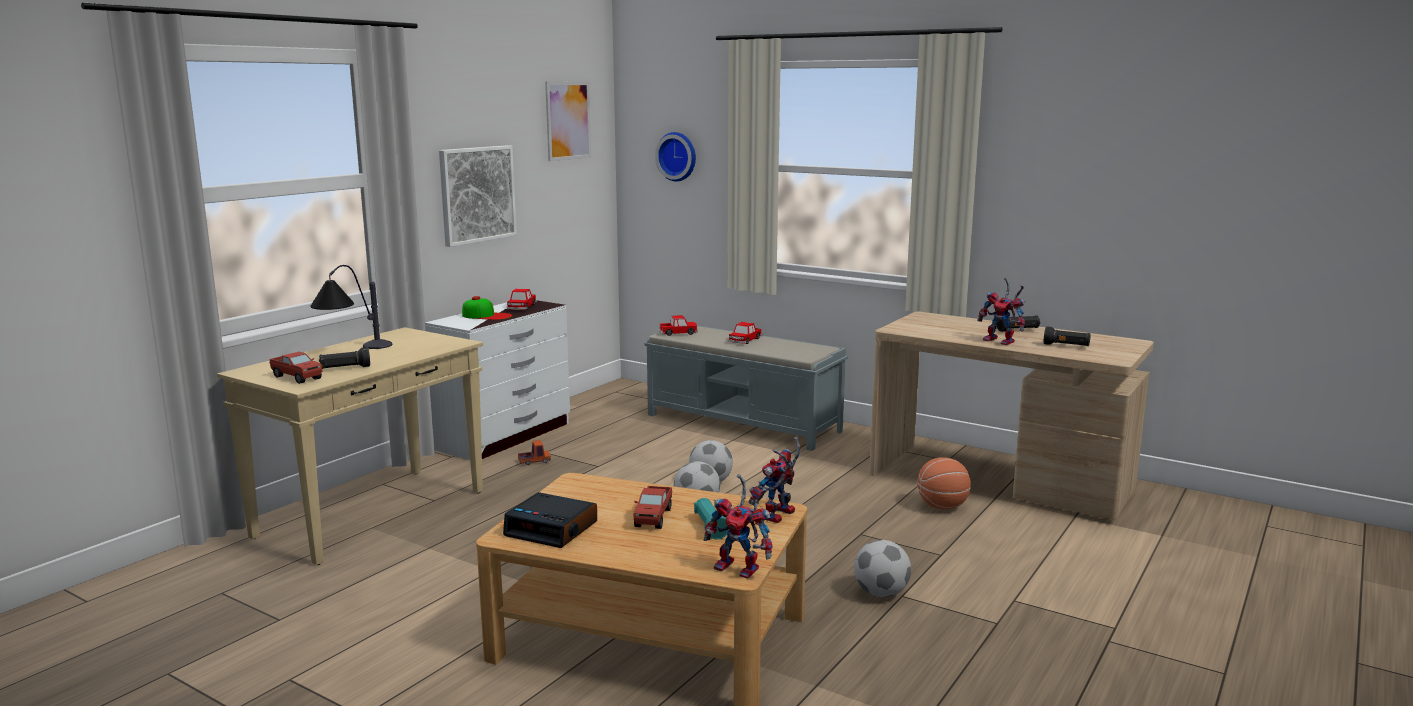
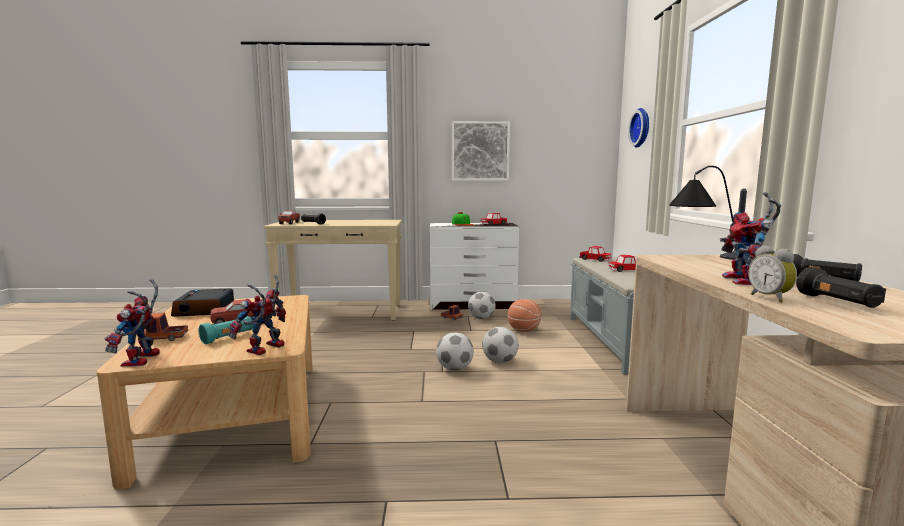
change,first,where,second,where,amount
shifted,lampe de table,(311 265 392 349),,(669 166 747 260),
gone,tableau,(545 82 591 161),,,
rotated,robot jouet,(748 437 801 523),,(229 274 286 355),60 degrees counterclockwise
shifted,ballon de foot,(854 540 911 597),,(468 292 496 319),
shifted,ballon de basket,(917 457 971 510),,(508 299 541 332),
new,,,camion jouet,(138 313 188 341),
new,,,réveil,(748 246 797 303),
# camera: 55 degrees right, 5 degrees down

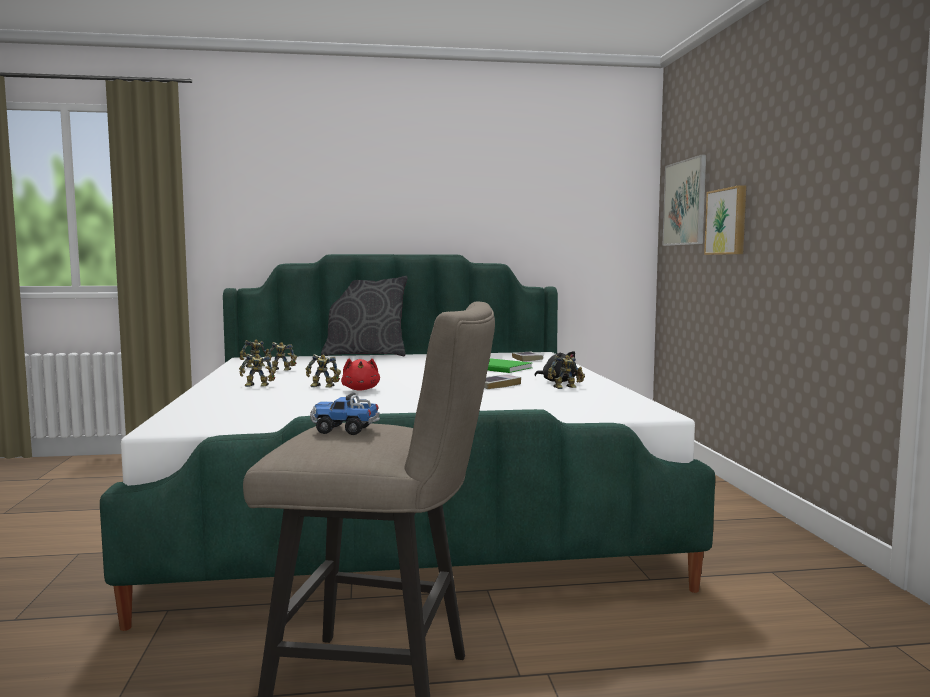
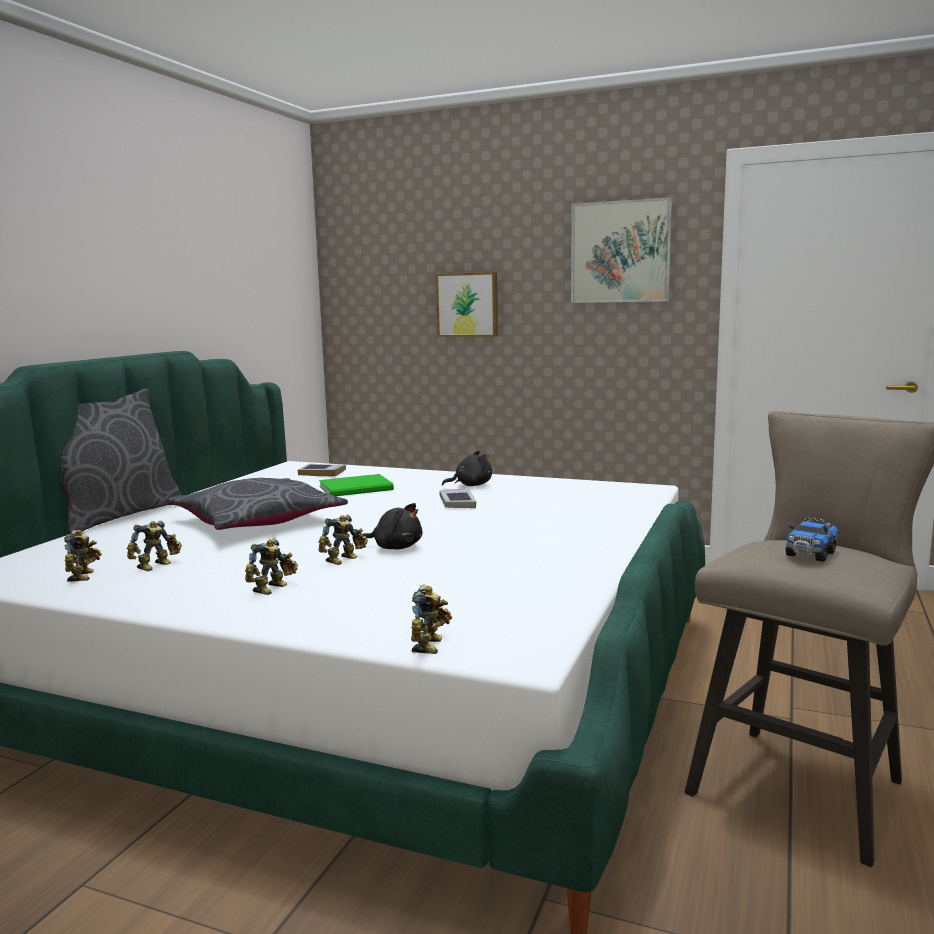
change,first,where,second,where,amount
repainted,peluche [rouge],(341 358 380 390),peluche [noir],(362 503 422 549),
shifted,robot jouet,(548 355 585 389),,(411 584 452 654),
shifted,tableau,(662 155 706 246),,(571 197 672 303),
new,,,coussin [gris],(167 478 348 530),
# camera: 60 degrees left, 5 degrees up

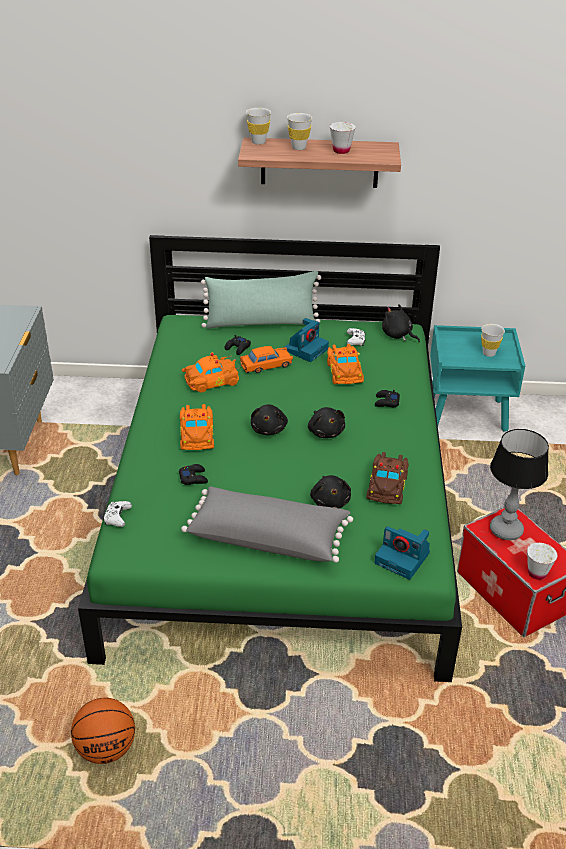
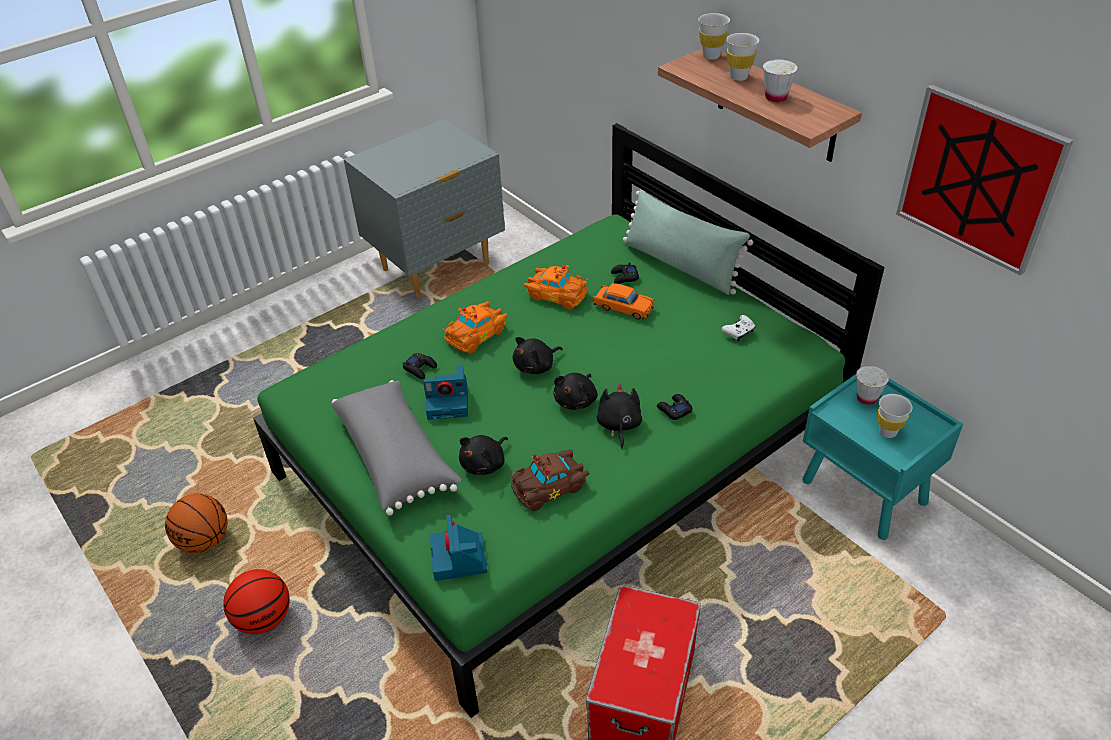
change,first,where,second,where,amount
gone,manette [blanc],(103 501 132 527),,,
shifted,appareil photo,(285 318 329 362),,(423 365 468 420),
gone,petite voiture [orange],(327 344 364 384),,,
shifted,peluche [noir],(382 304 420 342),,(597 384 642 449),
gone,lampe de table,(490 429 549 540),,,
shifted,tasse [blanc],(527 543 557 580),,(856 366 889 405),
new,,,ballon de basket,(223 569 290 634),
new,,,tableau,(896 85 1073 276),
# camera: 50 degrees right, 5 degrees up

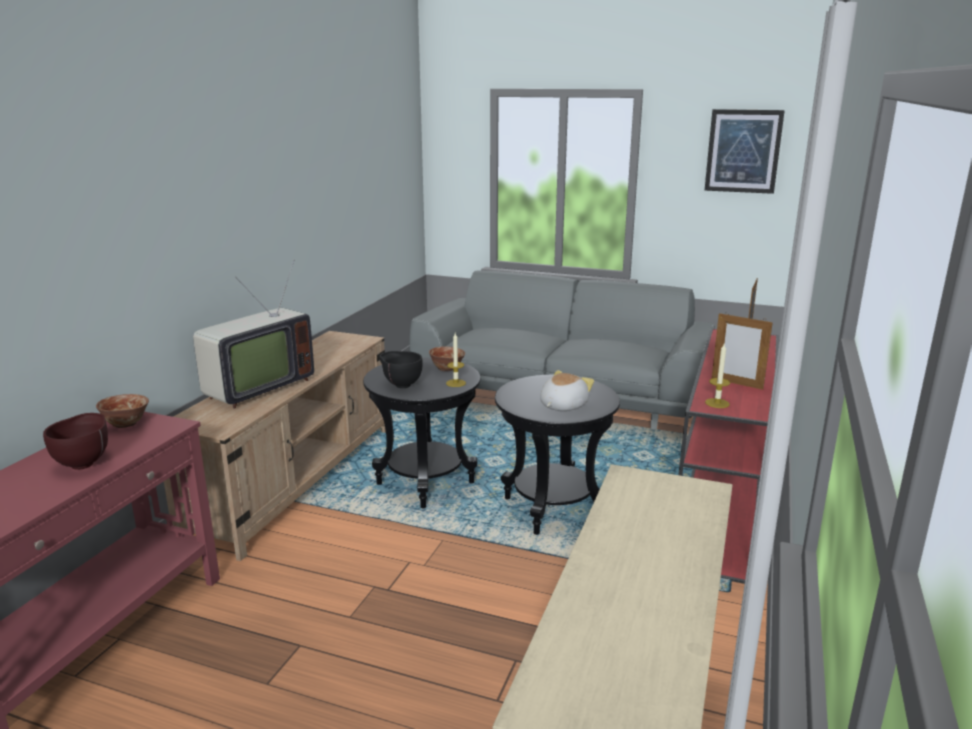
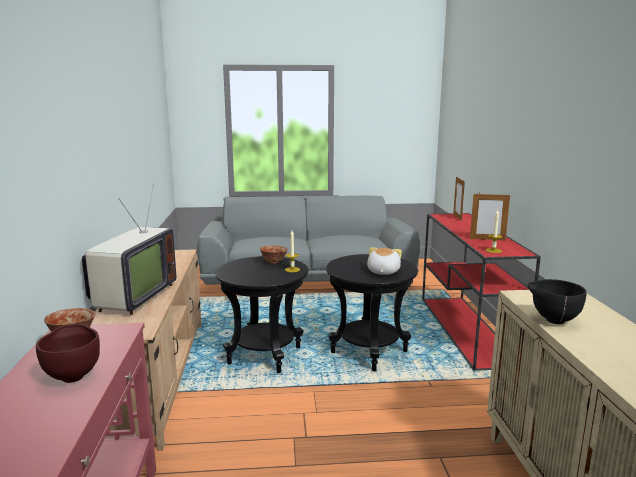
change,first,where,second,where,amount
shifted,bol [noir],(379 351 423 388),,(528 279 586 324),
gone,tableau,(704 109 785 194),,,
# camera: 25 degrees left, 5 degrees down

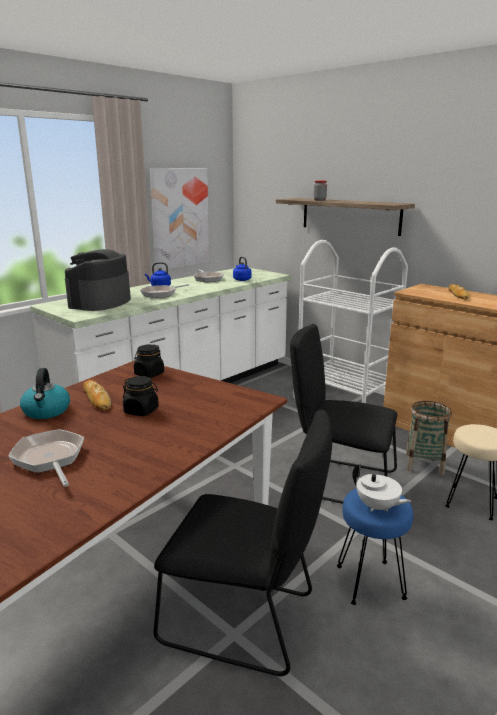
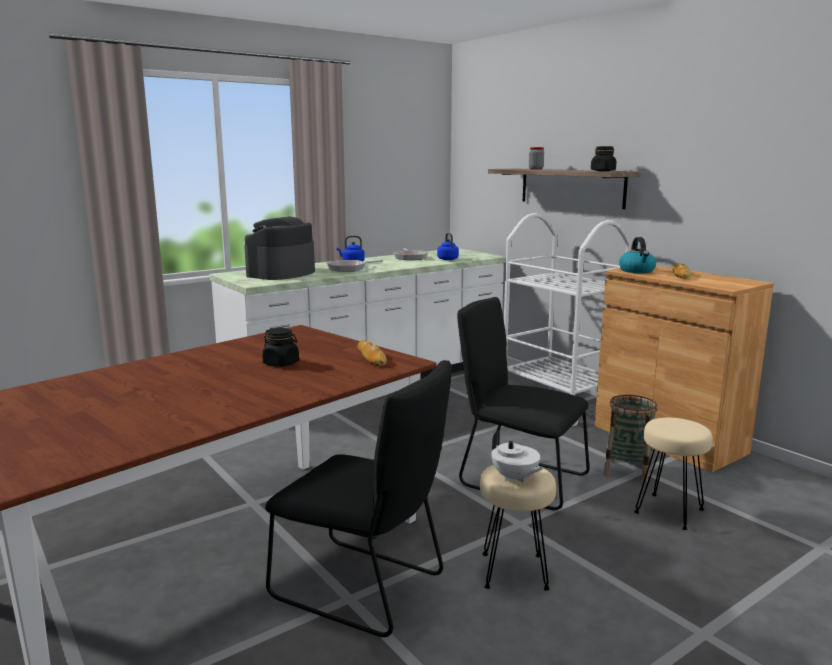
change,first,where,second,where,amount
gone,poêle,(8 429 84 487),,,
shifted,bouilloire,(20 368 70 419),,(619 237 656 273),
shifted,pain,(83 380 111 410),,(357 340 387 366),
shifted,bocal [noir],(134 345 164 378),,(591 146 616 171),
gone,tableau,(150 168 210 271),,,
repainted,tabouret [bleu],(337 488 413 605),tabouret [beige],(480 465 556 591),
# camera: 10 degrees right, 5 degrees down

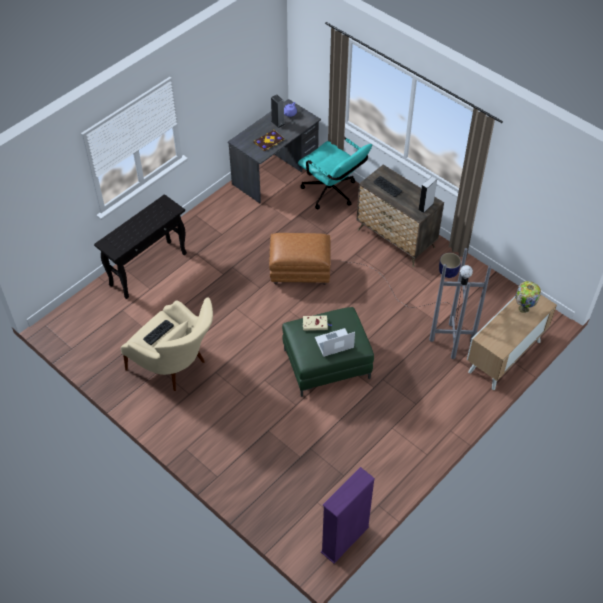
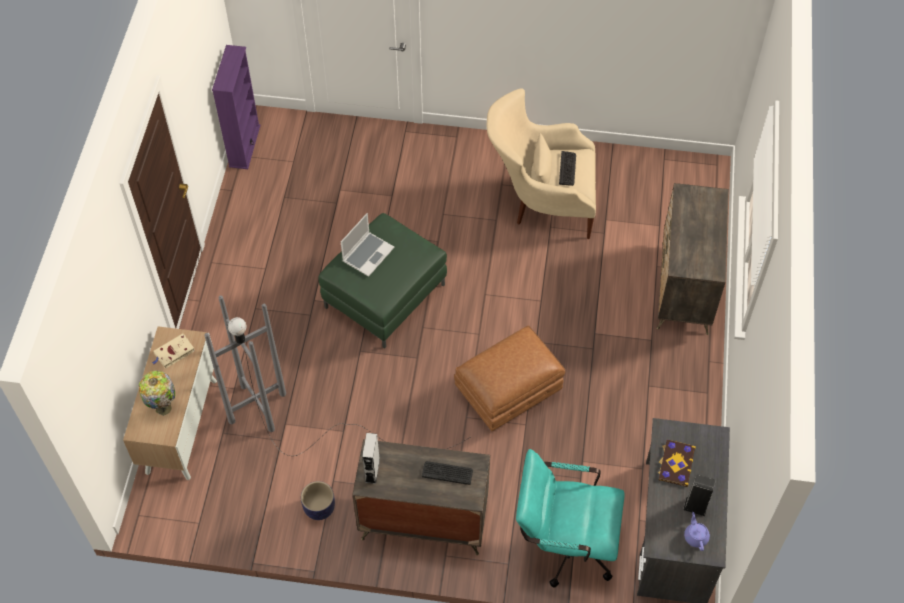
change,first,where,second,where,amount
swapped,table console [noir],(94 194 187 299),commode,(657 183 729 335),
shifted,livre [beige],(303 315 332 331),,(152 334 195 369),
# camera: 145 degrees right, 5 degrees up

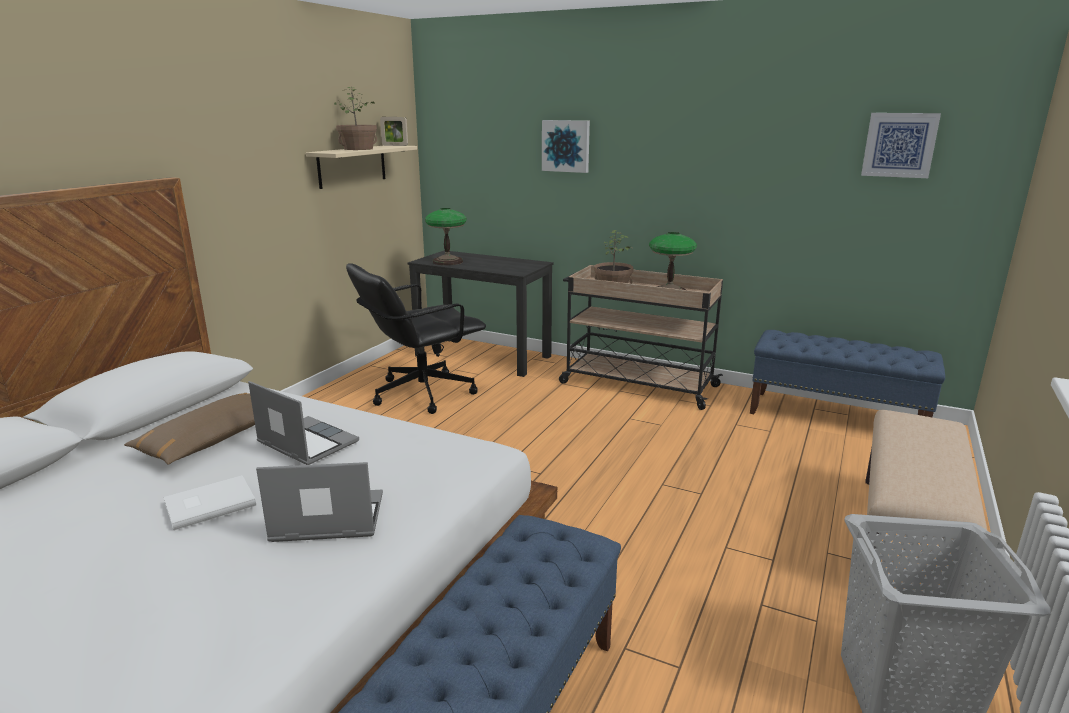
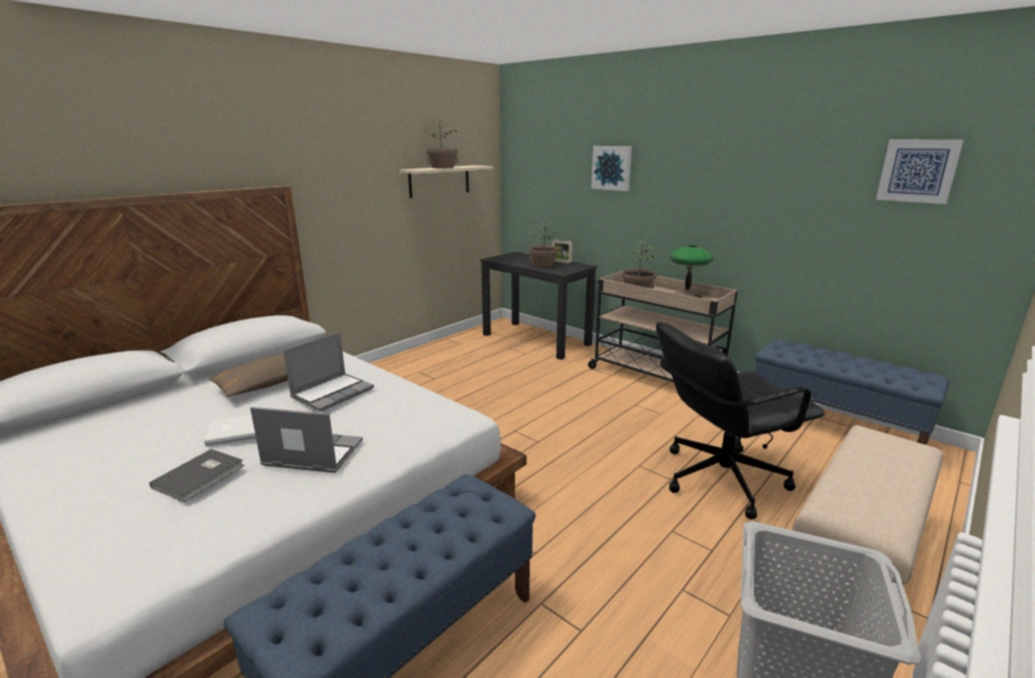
change,first,where,second,where,amount
rotated,ordinateur portable,(248 381 359 465),,(283 332 374 411),75 degrees clockwise
shifted,chaise de bureau [noir],(346 263 486 414),,(656 322 825 520),
shifted,cadre photo,(380 117 408 146),,(552 240 573 263),
gone,lampe de table,(425 208 467 265),,,
new,,,livre [gris],(150 449 244 502),
new,,,plante en pot,(529 221 559 267),
# camera: 15 degrees right, 0 degrees up

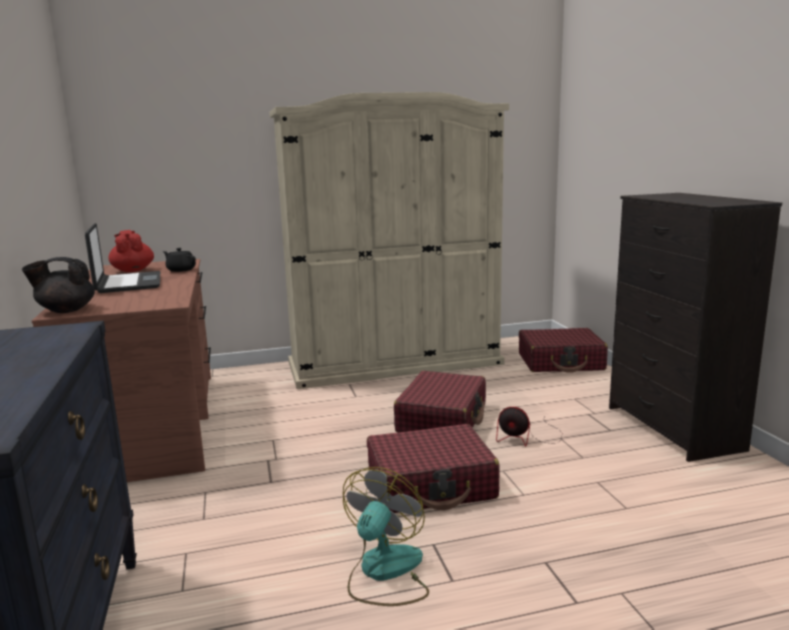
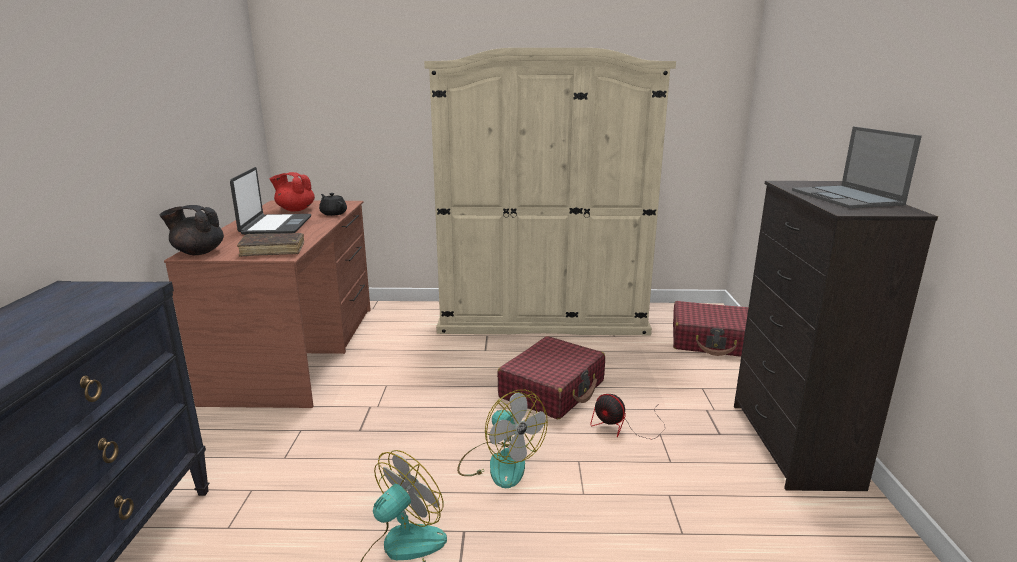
change,first,where,second,where,amount
rotated,théière [rouge],(108 230 154 272),,(269 172 315 212),60 degrees counterclockwise
swapped,valise [rouge],(367 424 499 513),ventilateur,(457 390 548 488),
new,,,livre [marron],(237 233 304 257),
new,,,ordinateur portable,(792 127 922 208),
# camera: 15 degrees right, 5 degrees up

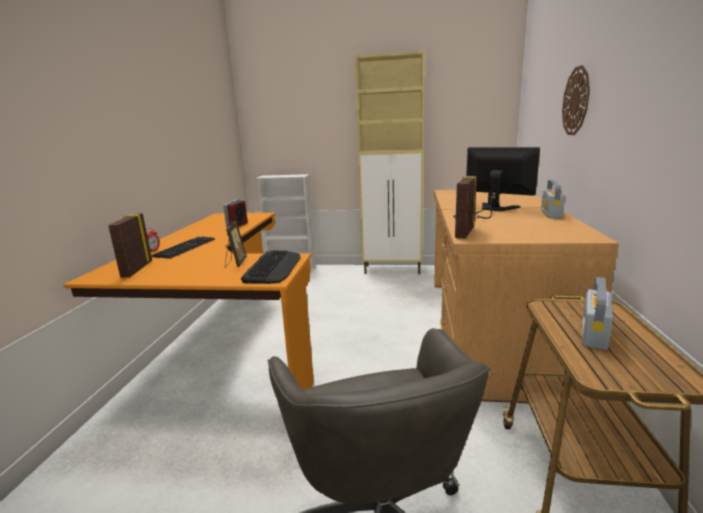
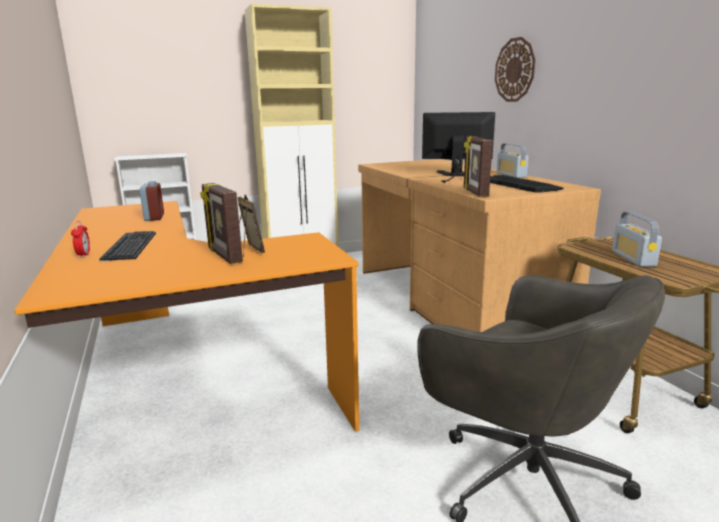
change,first,where,second,where,amount
shifted,cadre photo,(108 213 152 278),,(200 183 243 264),
shifted,clavier,(241 250 301 284),,(490 175 564 192),
# camera: 30 degrees left, 0 degrees up

